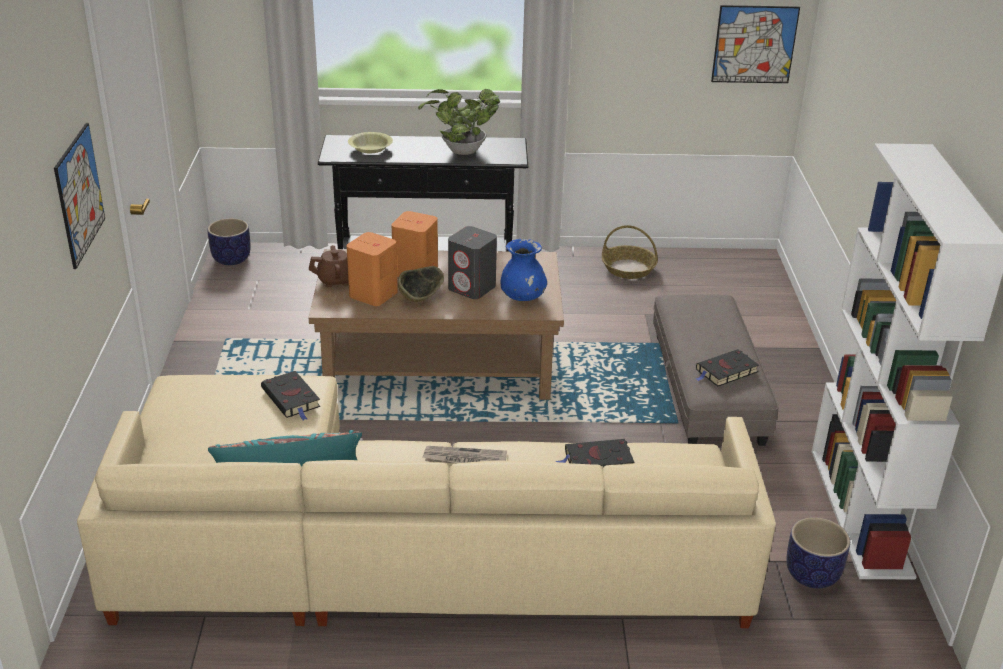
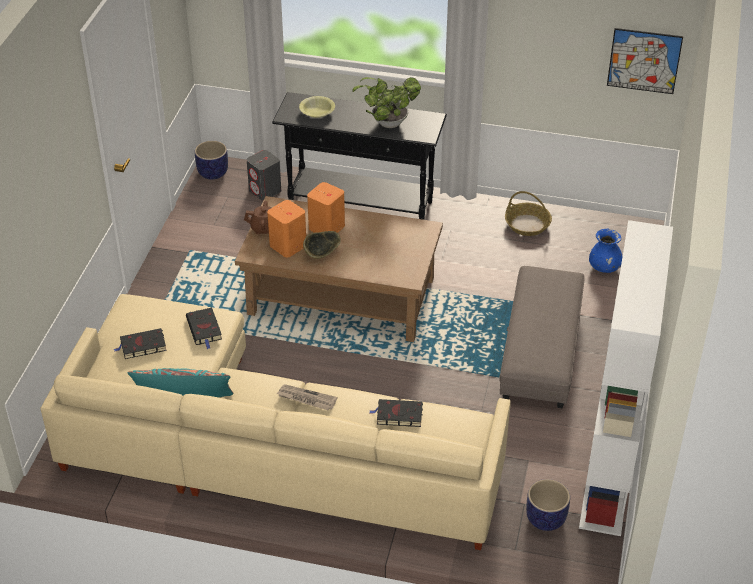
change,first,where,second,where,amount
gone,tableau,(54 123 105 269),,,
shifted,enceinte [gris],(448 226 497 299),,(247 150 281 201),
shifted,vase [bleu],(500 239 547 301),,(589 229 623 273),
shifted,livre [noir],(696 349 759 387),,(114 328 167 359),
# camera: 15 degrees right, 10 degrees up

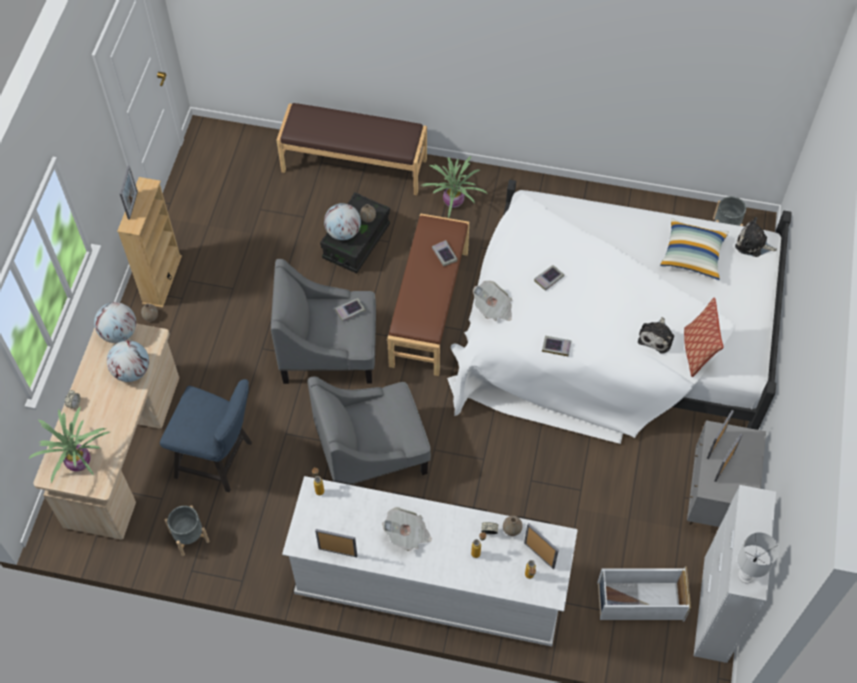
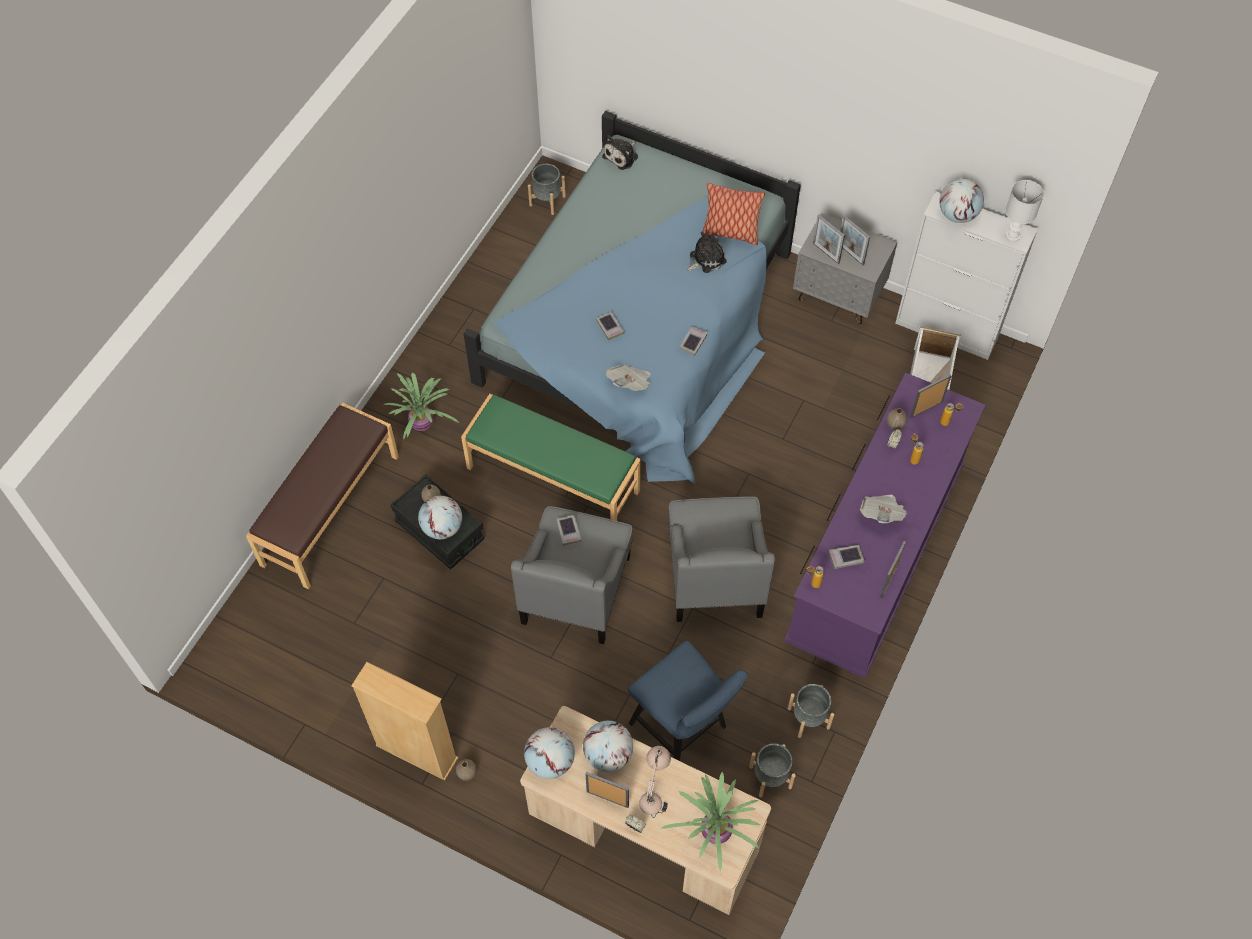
change,first,where,second,where,amount
shifted,cadre photo,(120 165 138 220),,(585 772 629 808),
rotated,chaise [bleu],(160 379 252 492),,(628 640 748 761),105 degrees clockwise
repainted,commode [blanc],(282 476 578 646),commode [violet],(784 372 986 678),
repainted,banc [marron],(387 213 469 376),banc [vert],(461 394 641 521),
shifted,livre,(432 240 458 266),,(829 545 864 569),
repainted,lit [blanc],(447 180 792 444),lit [bleu],(464 111 801 485),
rotated,peluche,(638 317 674 354),,(687 232 727 273),75 degrees counterclockwise
gone,coussin,(660 218 729 280),,,
new,,,lampe de table [beige],(639 746 671 818),
new,,,cache-pot [gris],(788 684 834 738),
new,,,globe,(939 179 984 223),
# camera: 75 degrees left, 0 degrees up

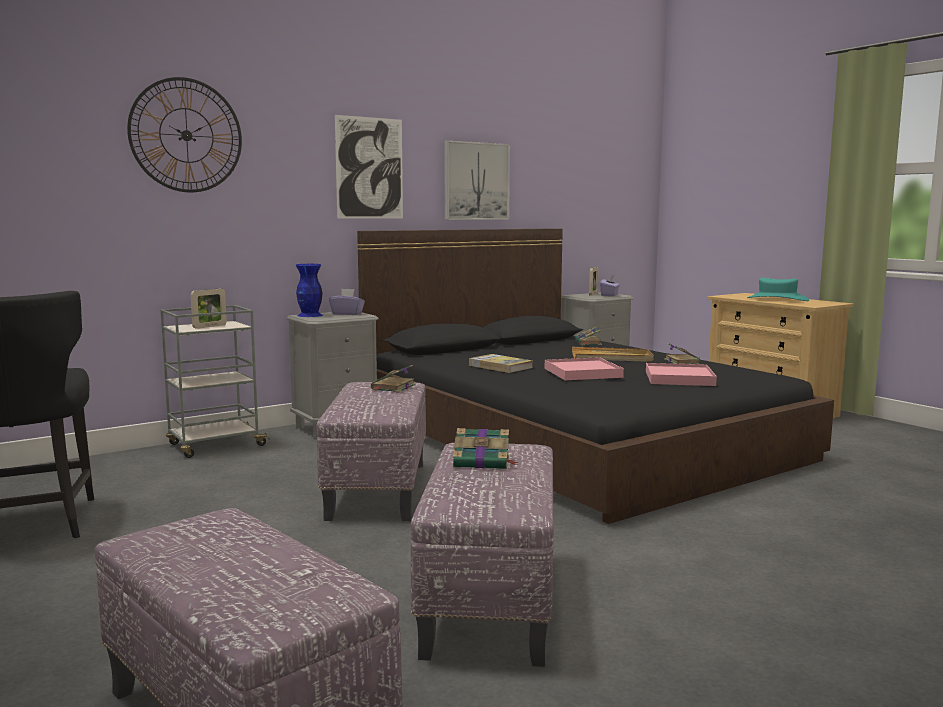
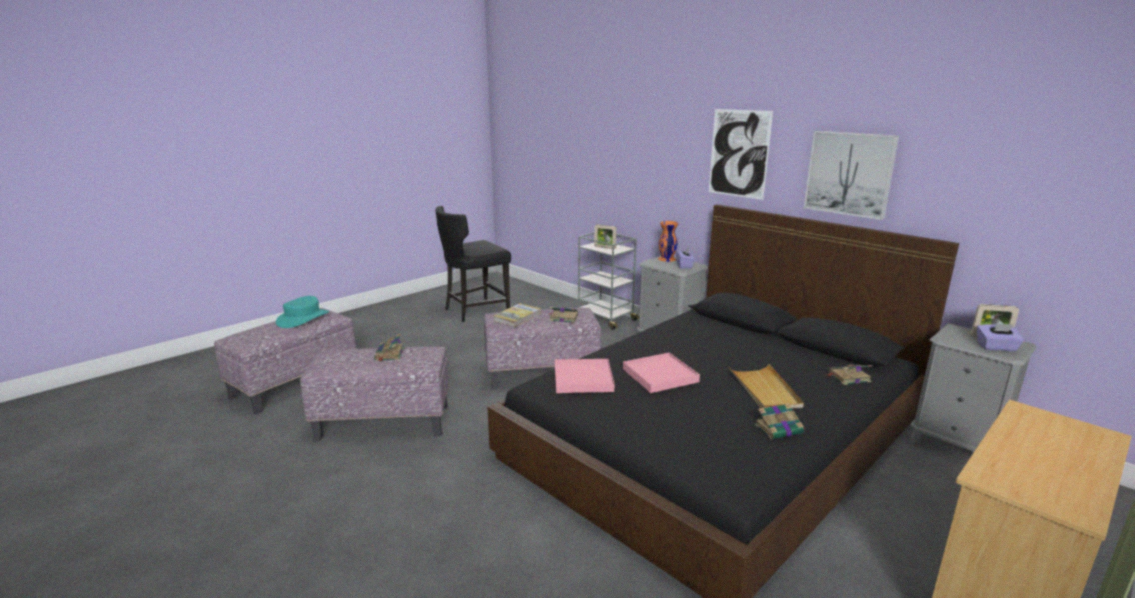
change,first,where,second,where,amount
gone,horloge murale,(127 77 242 193),,,
repainted,vase [bleu],(296 264 323 317),vase [orange],(658 221 678 262),
shifted,livre,(469 354 533 373),,(494 303 541 327),
shifted,plateau [rose],(646 363 717 386),,(555 359 615 393),
shifted,chapeau [turquoise],(747 278 809 301),,(276 296 329 328),
# camera: 80 degrees right, 10 degrees up

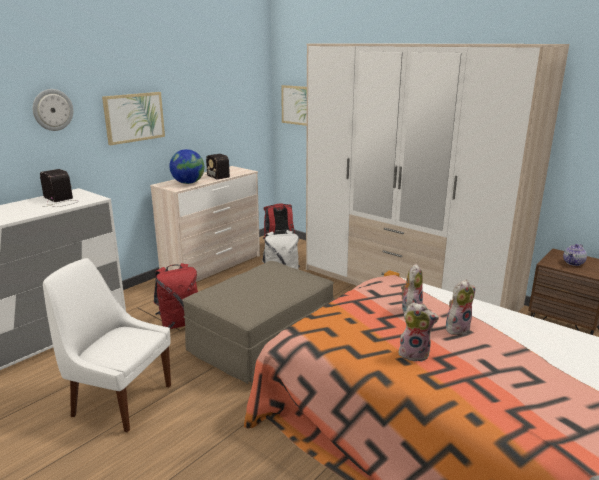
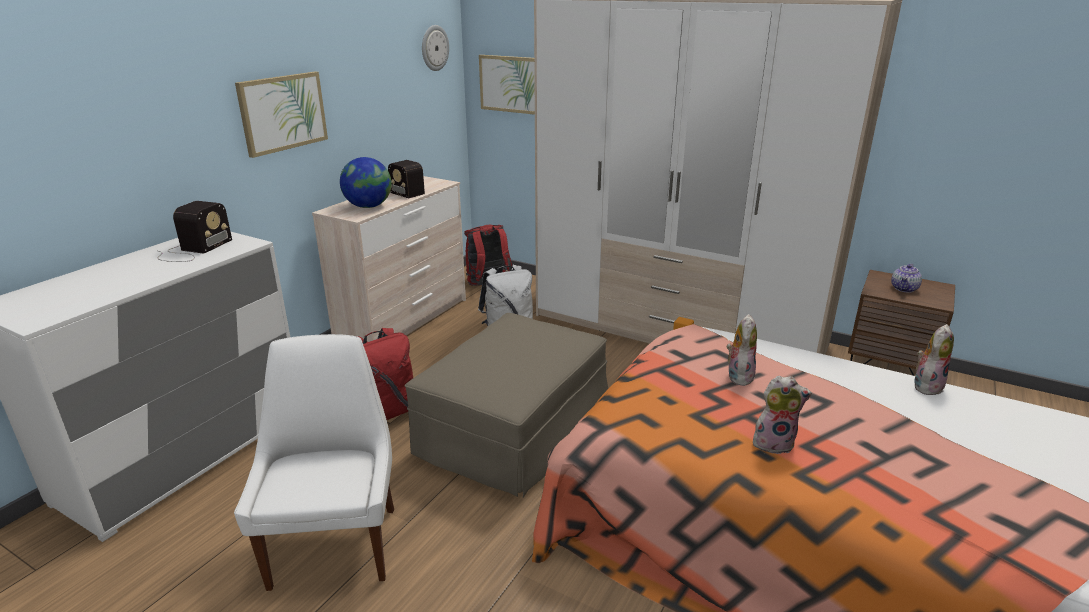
change,first,where,second,where,amount
shifted,horloge murale,(33 89 73 131),,(422 25 449 71),
rotated,radio,(40 169 79 207),,(158 201 232 262),75 degrees clockwise
rotated,chaise [blanc],(43 258 171 433),,(234 334 394 591),75 degrees clockwise
shifted,peluche,(446 280 475 335),,(914 324 954 395),
# camera: 10 degrees left, 5 degrees up

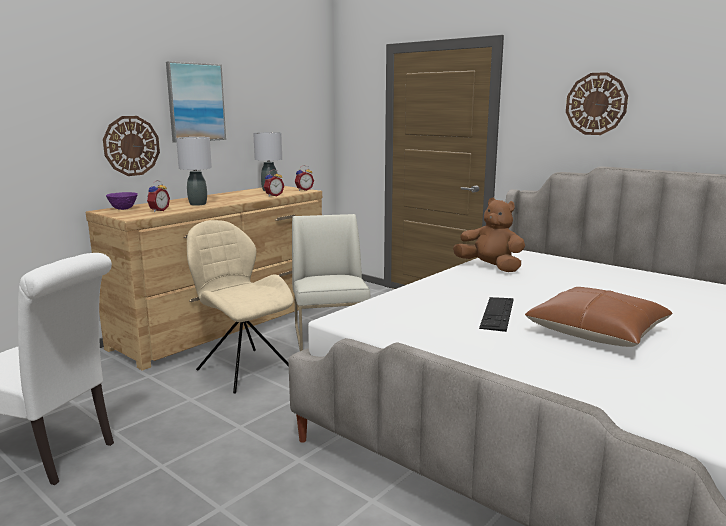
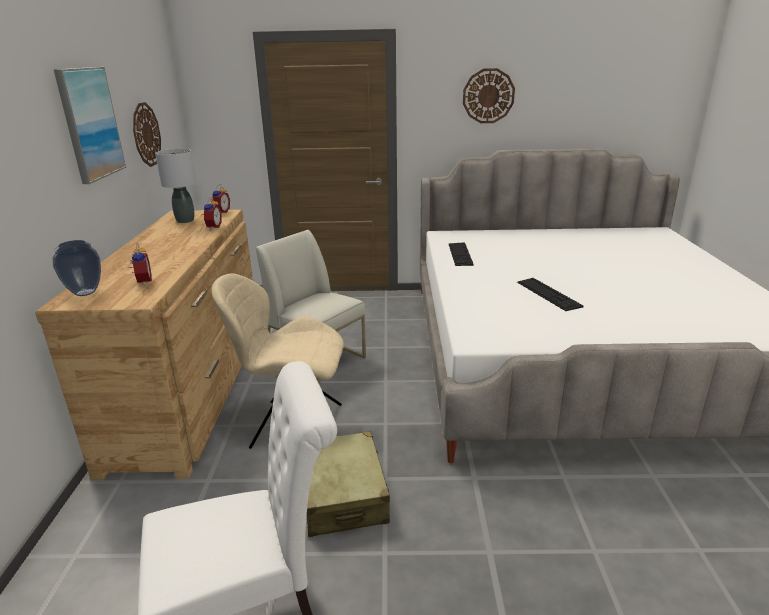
change,first,where,second,where,amount
shifted,horloge murale,(103 116 160 176),,(133 102 161 167),
swapped,bol [violet],(106 192 138 210),vase,(53 240 101 296),
gone,lampe de table [gris],(176 137 212 206),,,
swapped,peluche [marron],(453 198 525 272),clavier,(448 242 474 266),
gone,coussin [marron],(525 287 673 347),,,
new,,,valise [beige],(307 431 390 537),
# camera: 40 degrees left, 10 degrees up

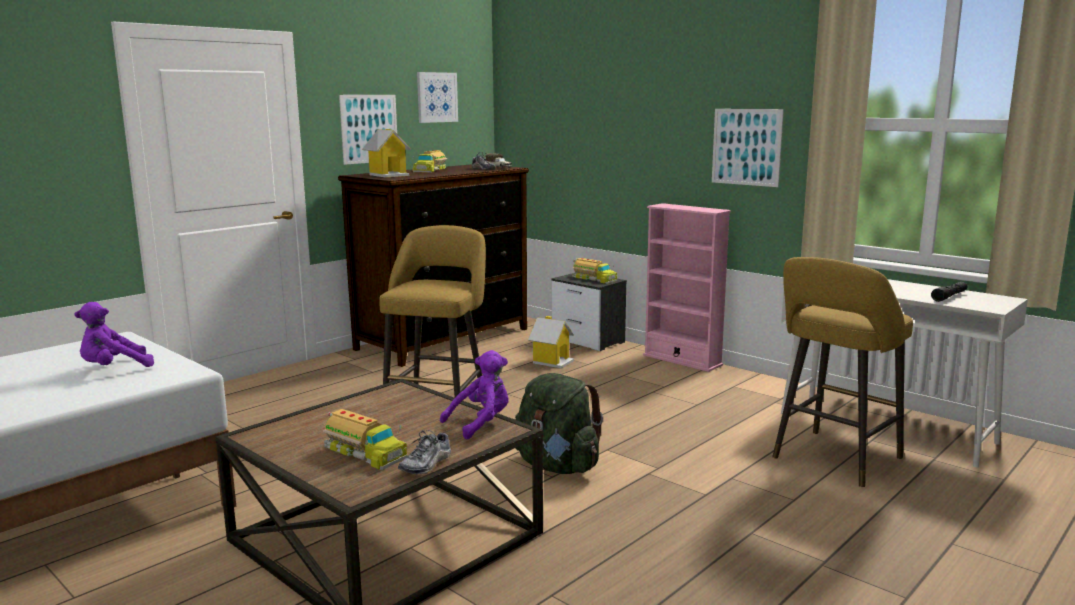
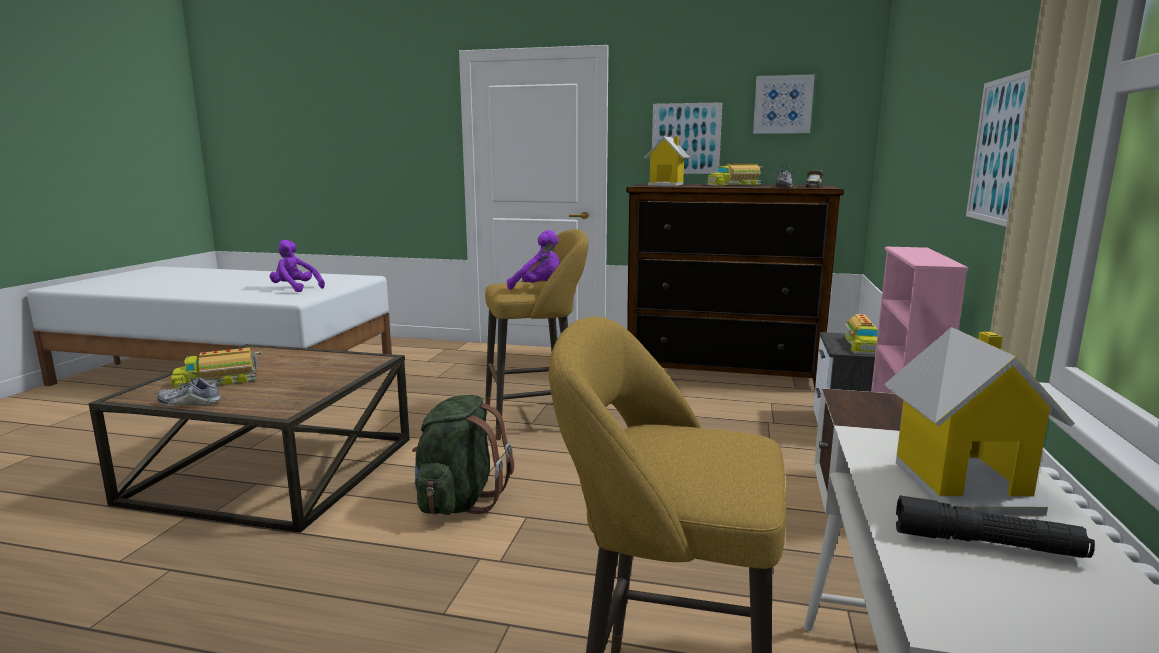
change,first,where,second,where,amount
rotated,camion jouet,(323 409 407 470),,(171 348 262 389),60 degrees clockwise
shifted,peluche [violet],(440 350 509 440),,(507 230 560 290),
shifted,maison miniature,(528 316 574 368),,(884 327 1075 516),
# camera: 60 degrees right, 0 degrees up

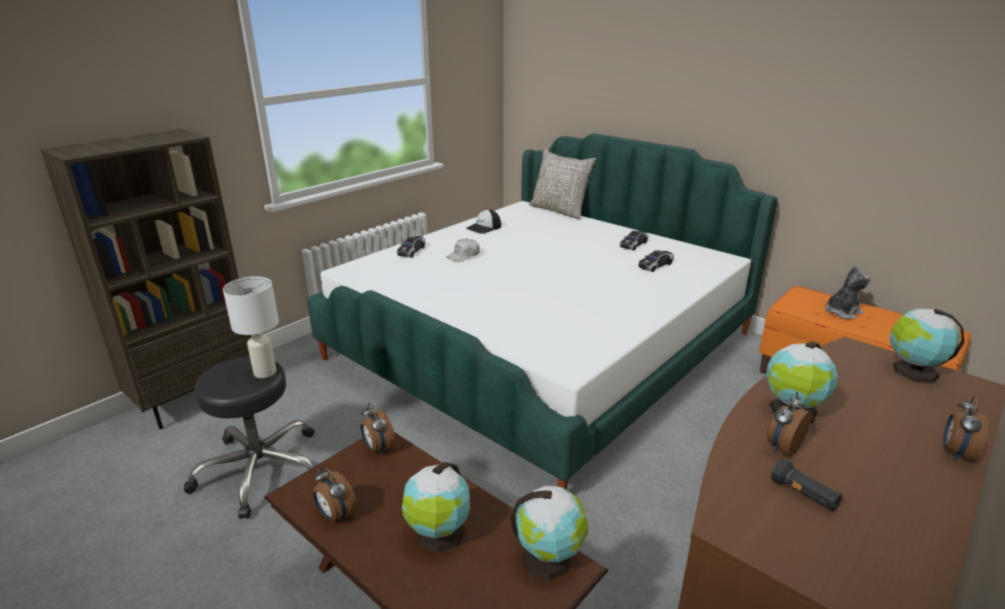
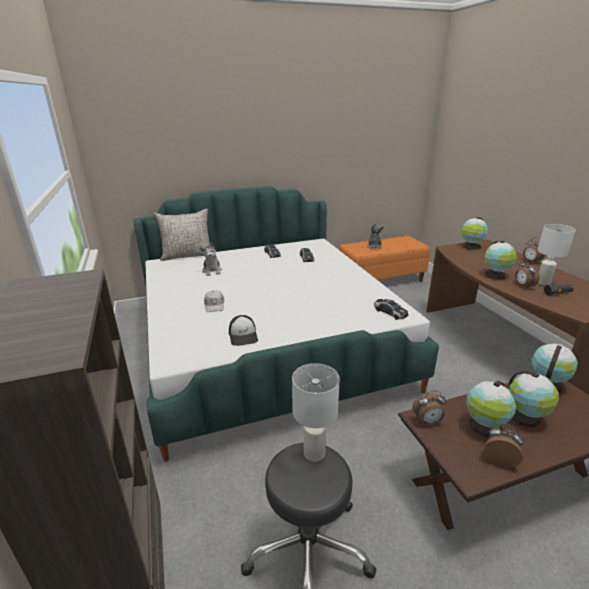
change,first,where,second,where,amount
rotated,réveil,(313 466 357 523),,(484 424 524 468),135 degrees counterclockwise
shifted,petite voiture,(397 236 425 257),,(374 299 408 320),
shifted,casquette,(466 209 501 234),,(229 315 258 346),
new,,,peluche,(199 242 222 276),
new,,,globe,(466 381 516 438),
new,,,lampe de table [blanc],(538 224 576 286),
# camera: 60 degrees left, 0 degrees up

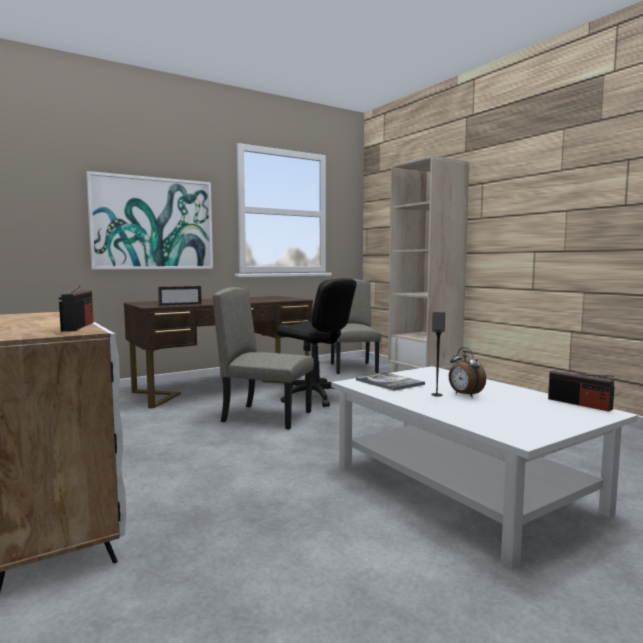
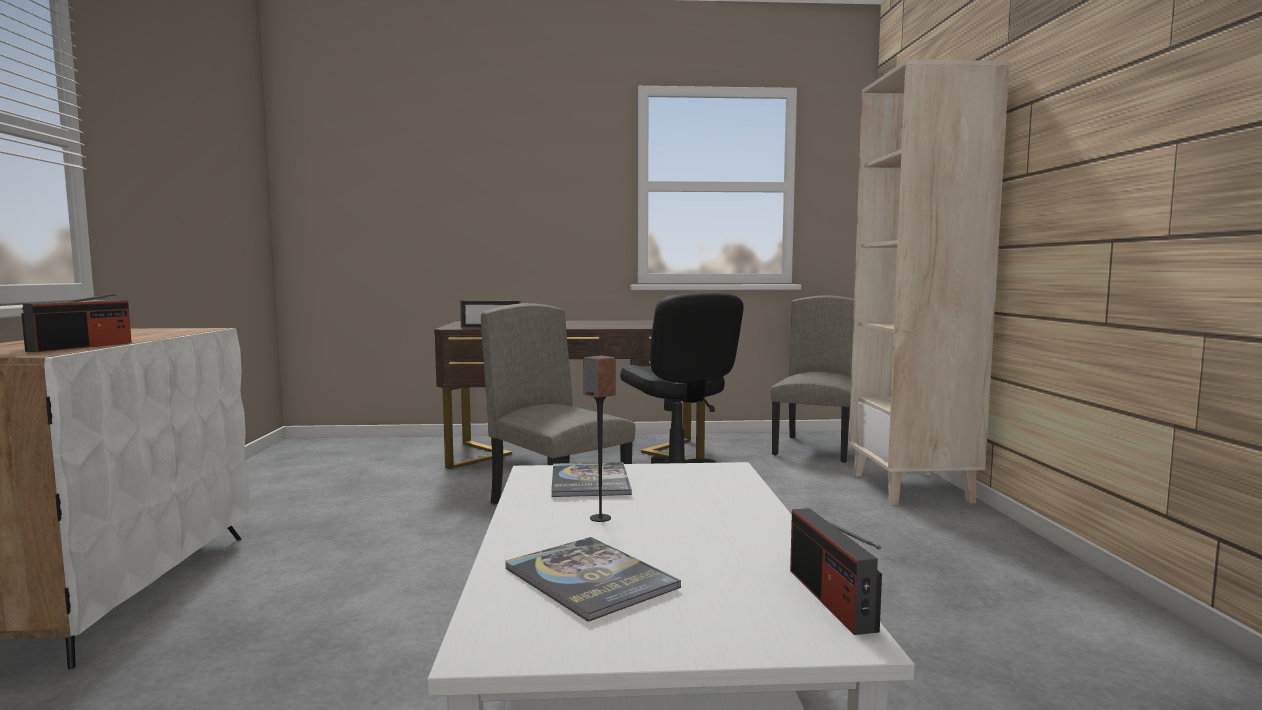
change,first,where,second,where,amount
gone,tableau,(86 171 213 270),,,
gone,réveil,(449 347 486 397),,,
new,,,livre,(505 537 681 622),
# camera: 30 degrees right, 0 degrees up

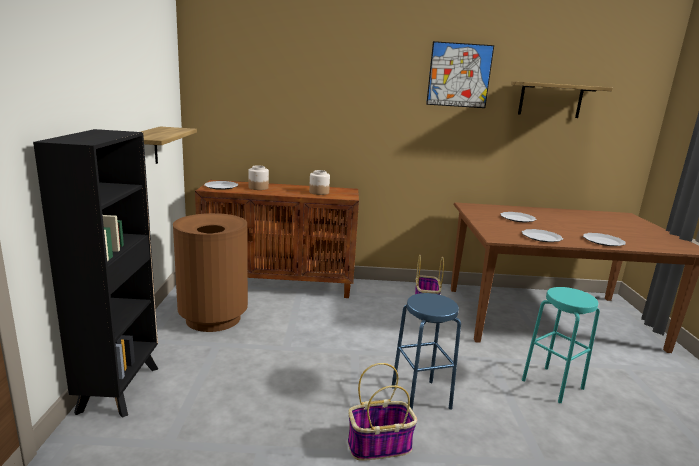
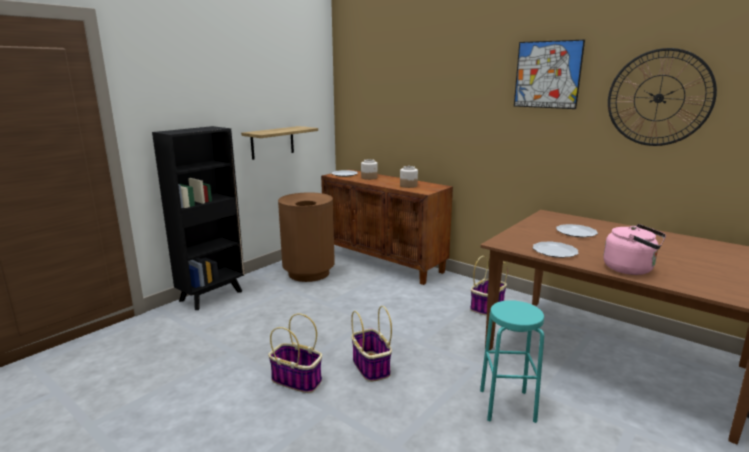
change,first,where,second,where,amount
swapped,tabouret [bleu],(392 293 461 411),panier,(351 306 392 382),
swapped,étagère,(511 81 613 118),horloge murale,(608 48 717 146),
swapped,assiette,(583 233 626 246),bouilloire [rose],(603 224 666 275),
# camera: 40 degrees right, 0 degrees up

